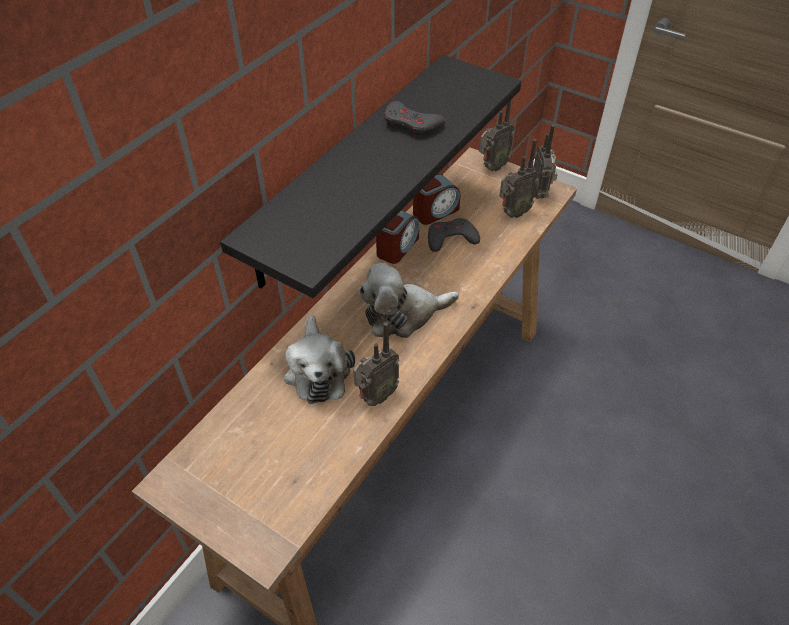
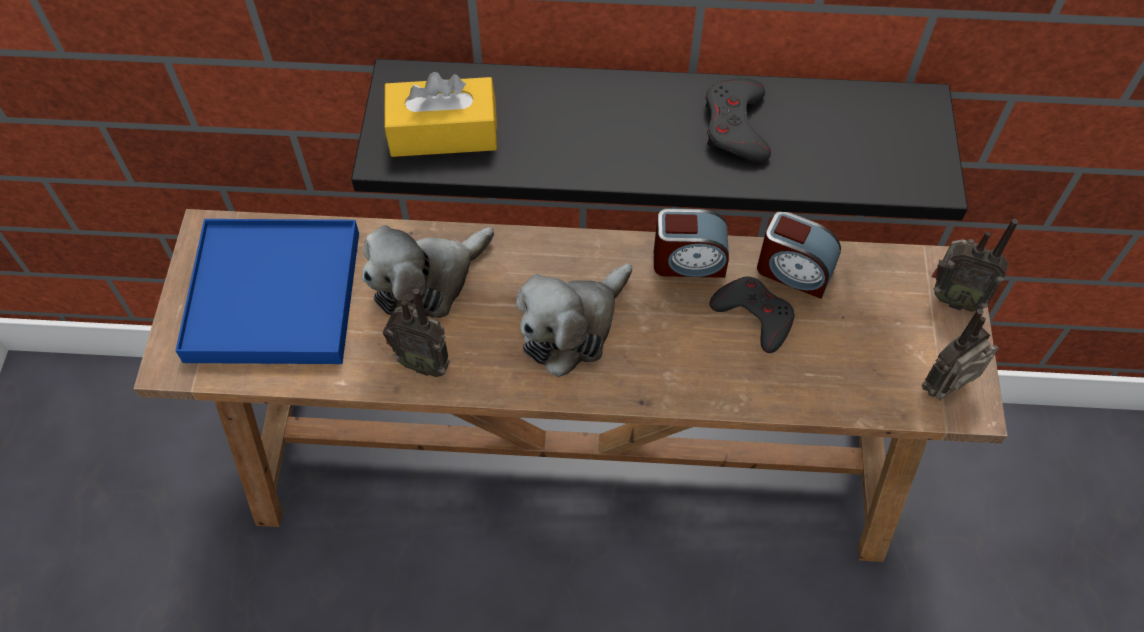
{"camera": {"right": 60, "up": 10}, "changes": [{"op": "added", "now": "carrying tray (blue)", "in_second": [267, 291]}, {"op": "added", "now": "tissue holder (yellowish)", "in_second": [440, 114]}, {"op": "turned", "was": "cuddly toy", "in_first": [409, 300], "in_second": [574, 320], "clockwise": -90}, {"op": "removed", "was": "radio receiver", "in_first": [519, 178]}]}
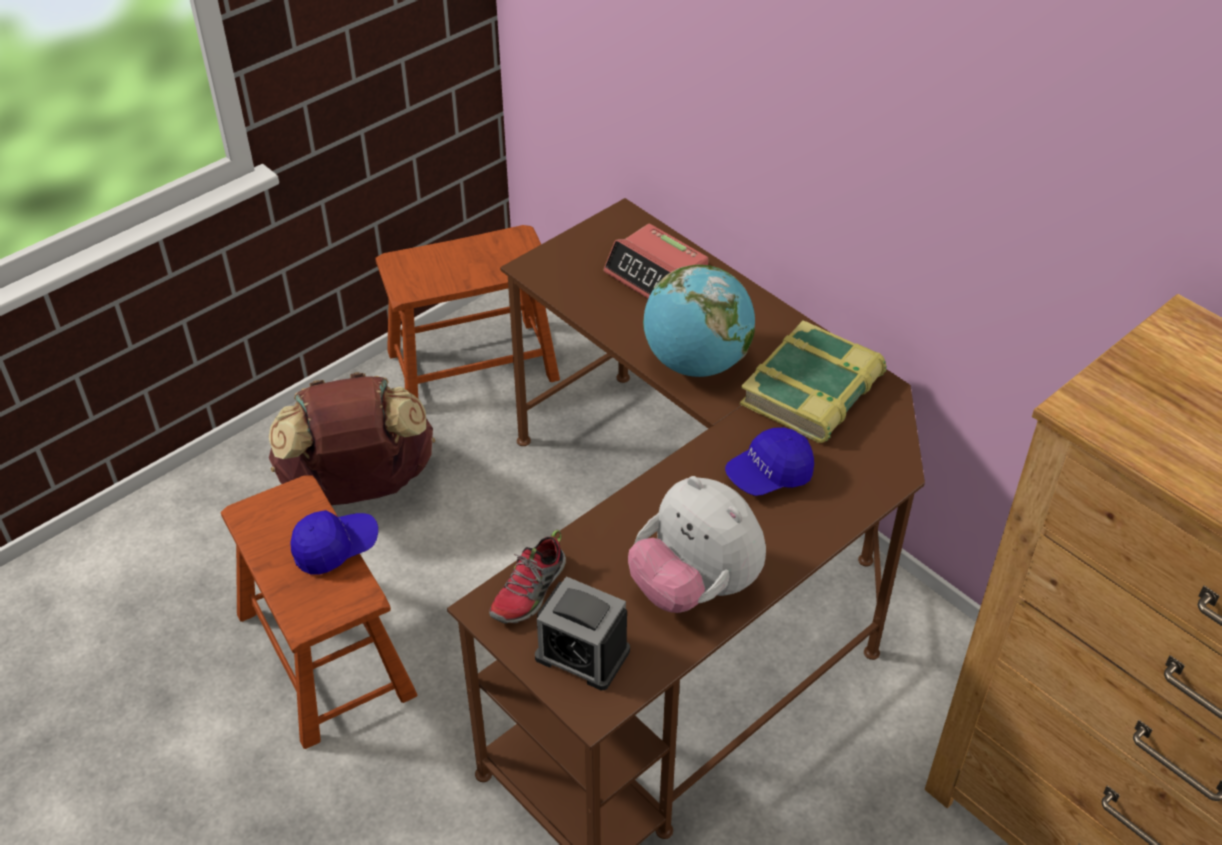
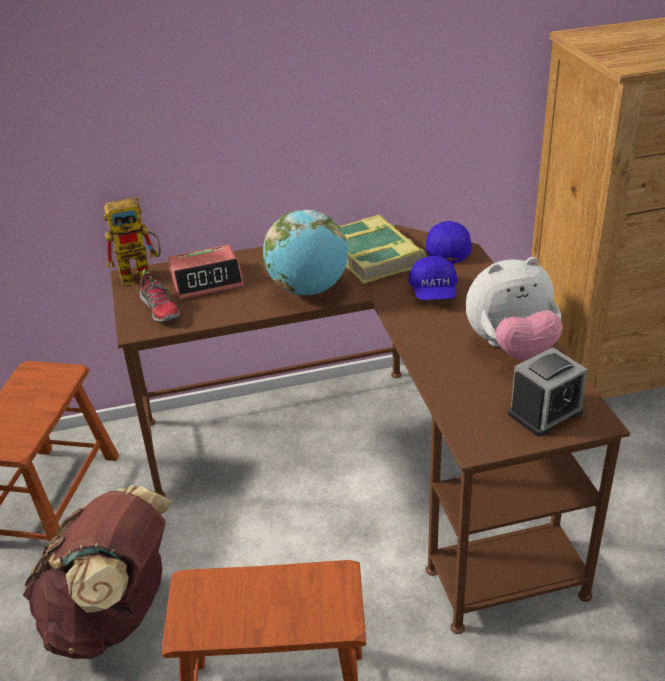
{"camera": {"right": -60, "up": -10}, "changes": [{"op": "added", "now": "toy robot", "in_second": [132, 241]}, {"op": "moved", "was": "item of footwear", "in_first": [527, 577], "in_second": [160, 295]}, {"op": "moved", "was": "peaked cap (blue)", "in_first": [334, 542], "in_second": [449, 242]}]}
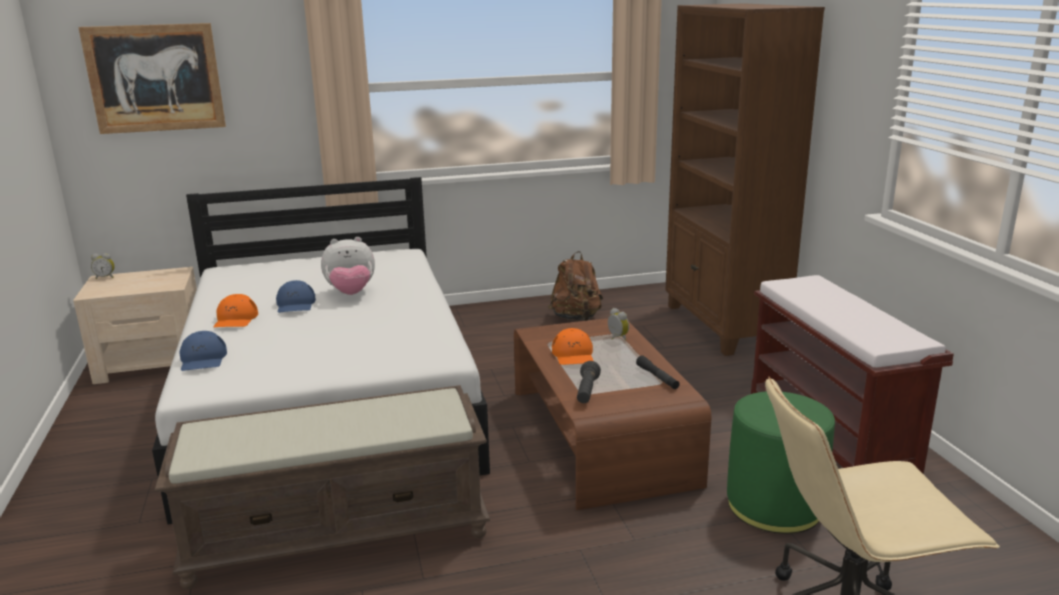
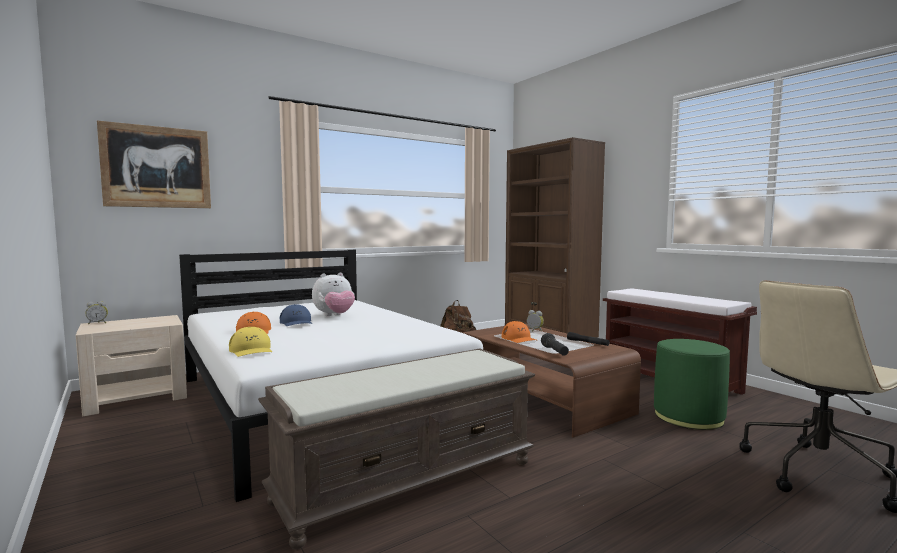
{"camera": {"right": -20, "up": -15}, "changes": [{"op": "recoloured", "was": "peaked cap (blue)", "now": "peaked cap (yellowish)", "in_first": [203, 351], "in_second": [250, 342]}]}
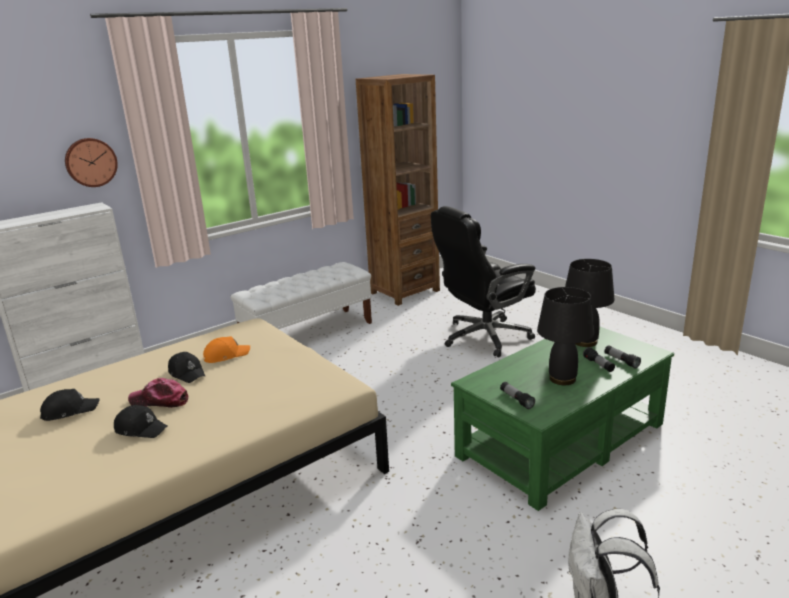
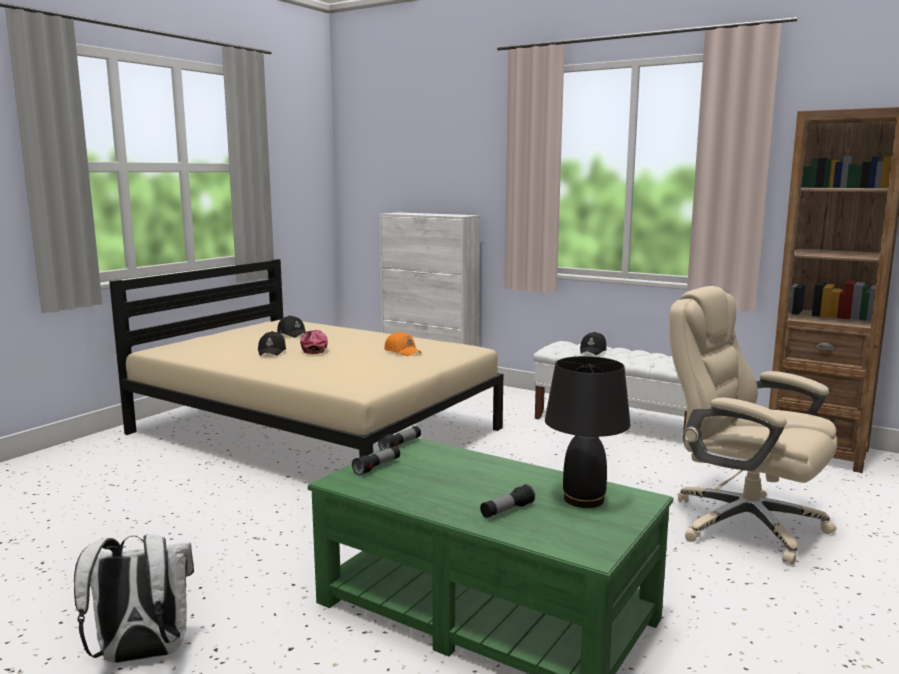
{"camera": {"right": 70, "up": -10}, "changes": [{"op": "moved", "was": "torch", "in_first": [623, 357], "in_second": [399, 438]}, {"op": "moved", "was": "peaked cap (black-coloured)", "in_first": [186, 367], "in_second": [593, 343]}, {"op": "recoloured", "was": "office chair (black-coloured)", "now": "office chair (sand-coloured)", "in_first": [483, 281], "in_second": [753, 425]}, {"op": "removed", "was": "wall clock", "in_first": [91, 162]}, {"op": "removed", "was": "table lamp (black-coloured)", "in_first": [565, 336]}]}
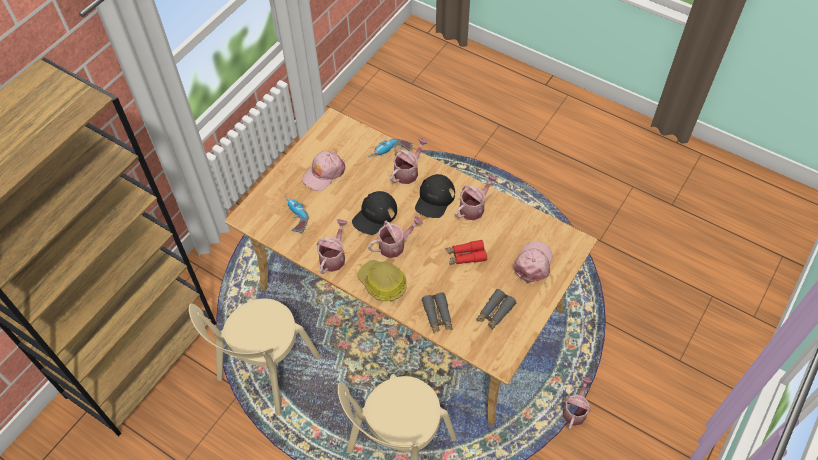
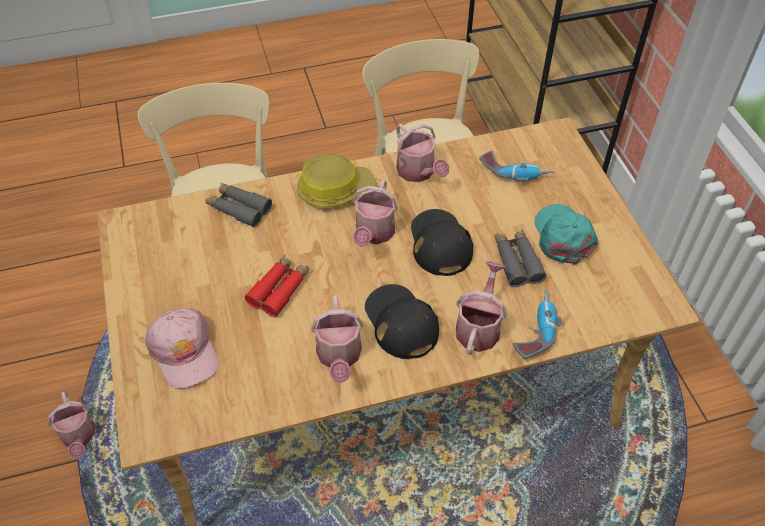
{"camera": {"right": 130, "up": -5}, "changes": [{"op": "turned", "was": "watering can", "in_first": [409, 161], "in_second": [481, 308], "clockwise": -150}, {"op": "moved", "was": "binoculars (grey)", "in_first": [496, 309], "in_second": [521, 258]}, {"op": "recoloured", "was": "peaked cap (pink)", "now": "peaked cap (blue-green)", "in_first": [323, 171], "in_second": [566, 234]}]}
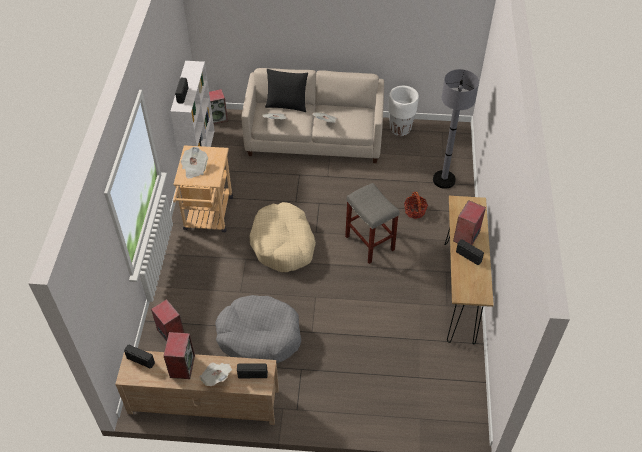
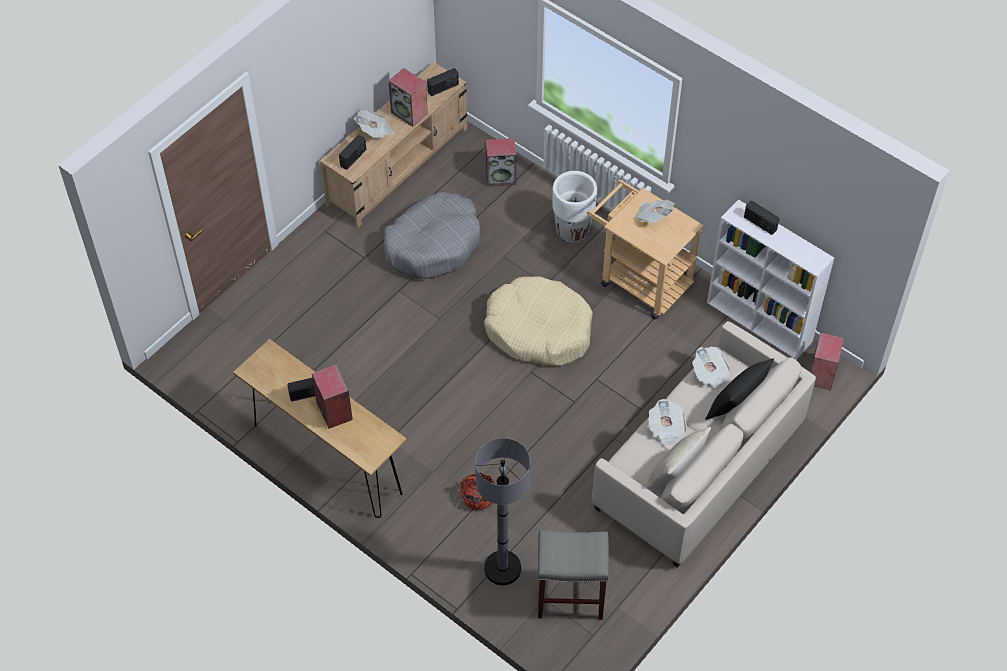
{"camera": {"right": 125, "up": 5}, "changes": [{"op": "moved", "was": "sitting stool (grey)", "in_first": [372, 223], "in_second": [573, 575]}, {"op": "moved", "was": "flower pot (whitish)", "in_first": [403, 111], "in_second": [574, 207]}, {"op": "added", "now": "cushion (sand-coloured)", "in_second": [678, 458]}]}
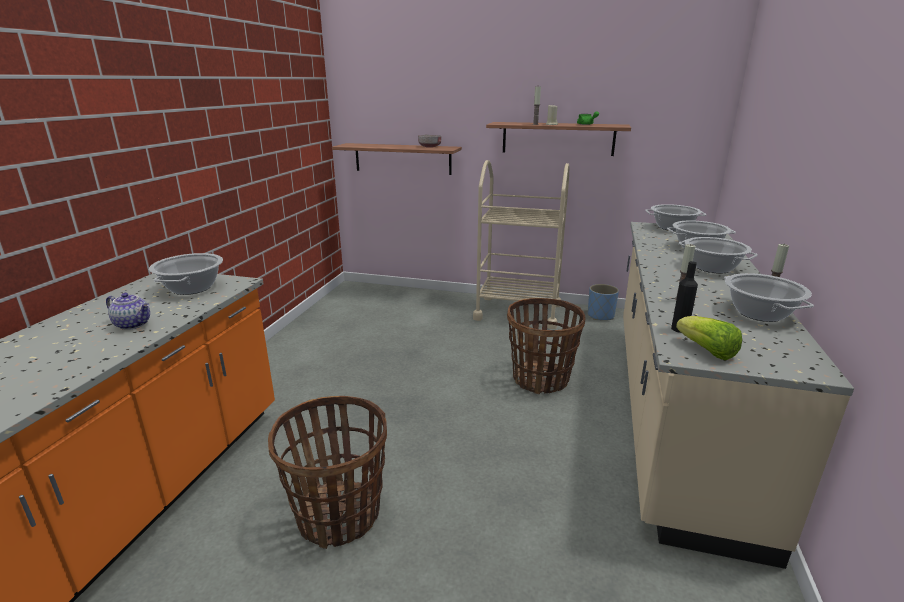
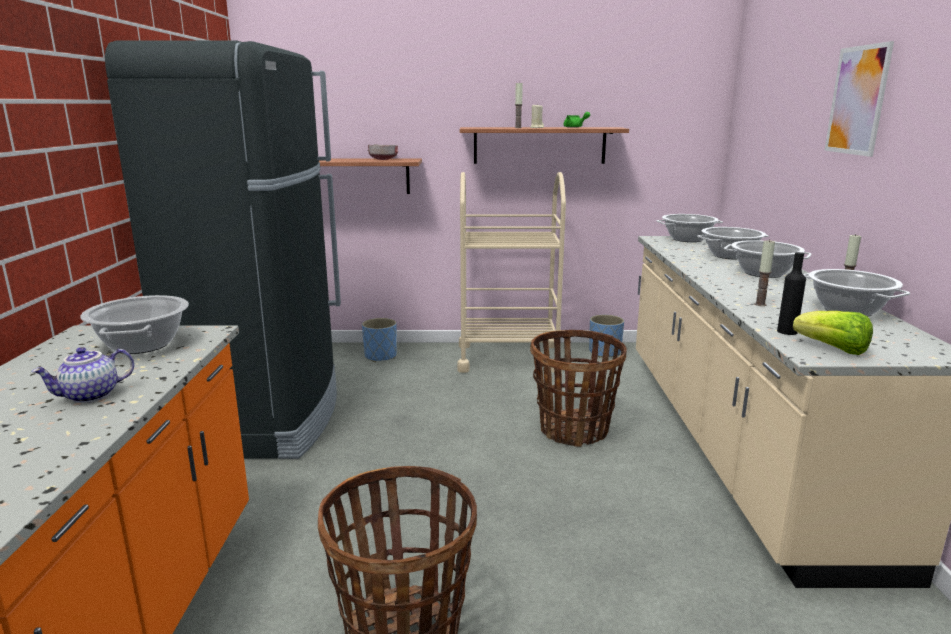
{"camera": {"right": -15, "up": -5}, "changes": [{"op": "turned", "was": "tea pot", "in_first": [128, 311], "in_second": [82, 375], "clockwise": 135}, {"op": "added", "now": "fridge (black-coloured)", "in_second": [223, 249]}, {"op": "added", "now": "flower pot (blue)", "in_second": [379, 340]}, {"op": "added", "now": "picture", "in_second": [859, 99]}]}
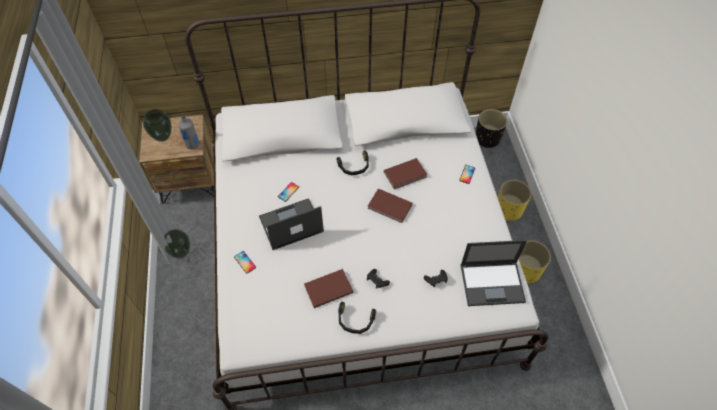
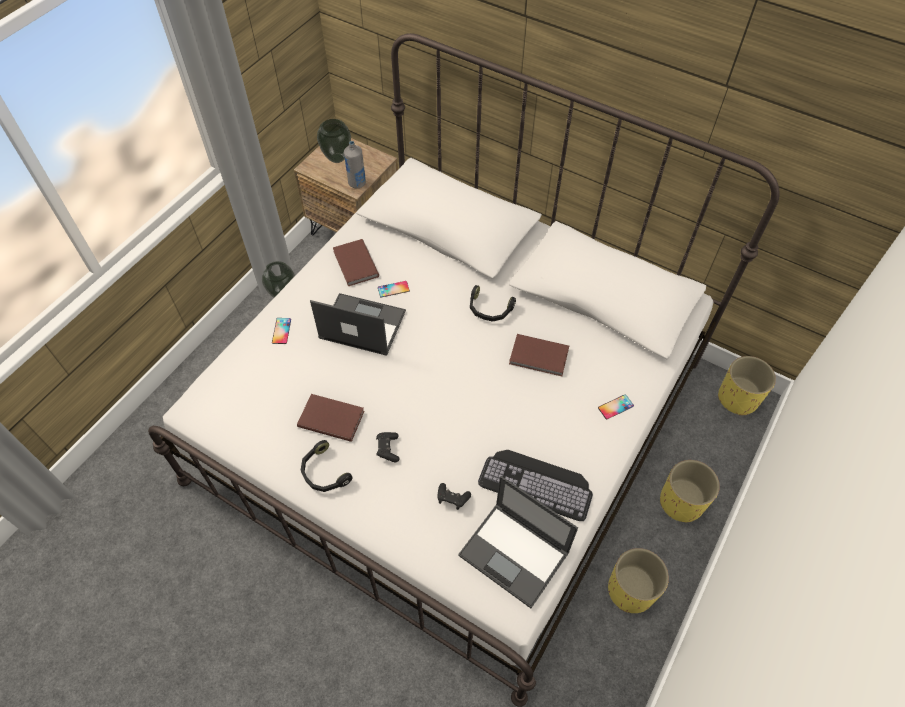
{"camera": {"right": 40, "up": 0}, "changes": [{"op": "moved", "was": "volume (brown-coloured)", "in_first": [390, 205], "in_second": [356, 262]}, {"op": "added", "now": "PC keyboard", "in_second": [535, 485]}, {"op": "recoloured", "was": "flower pot (black-coloured)", "now": "flower pot (yellowish)", "in_first": [491, 128], "in_second": [747, 386]}]}
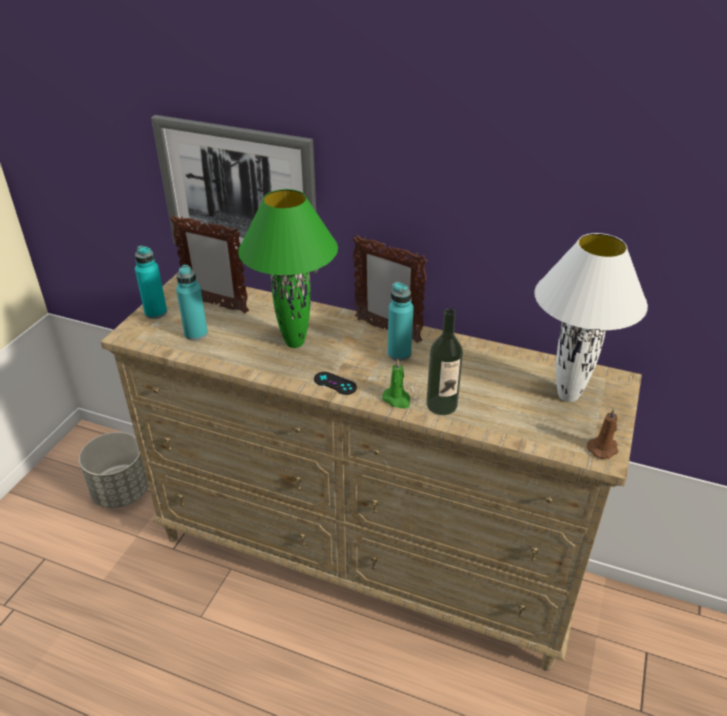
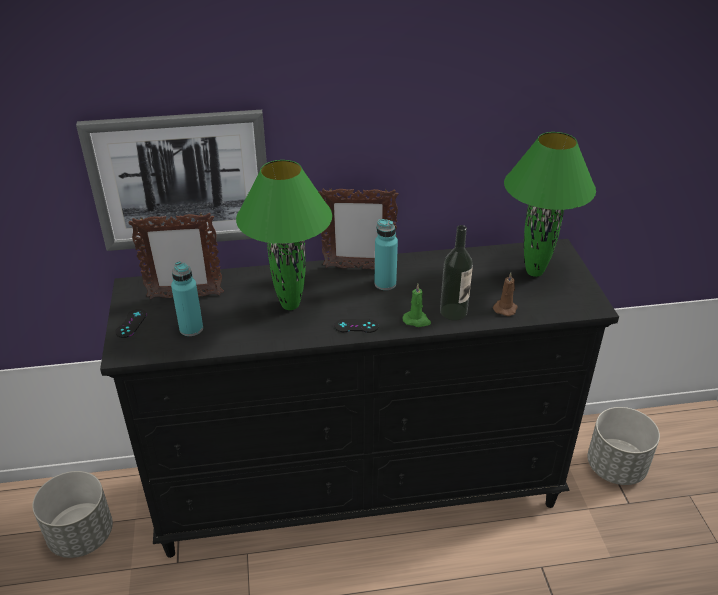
{"camera": {"right": -30, "up": 0}, "changes": [{"op": "recoloured", "was": "dresser (sand-coloured)", "now": "dresser (black-coloured)", "in_first": [371, 473], "in_second": [359, 398]}, {"op": "replaced", "was": "drink bottle (blue-green)", "now": "game controller (black-coloured)", "in_first": [151, 282], "in_second": [131, 323]}, {"op": "moved", "was": "wax candle (brown-coloured)", "in_first": [603, 433], "in_second": [505, 294]}, {"op": "recoloured", "was": "table lamp (whitish)", "now": "table lamp (green-coloured)", "in_first": [591, 317], "in_second": [550, 204]}, {"op": "added", "now": "flower pot (grey)", "in_second": [623, 446]}]}
